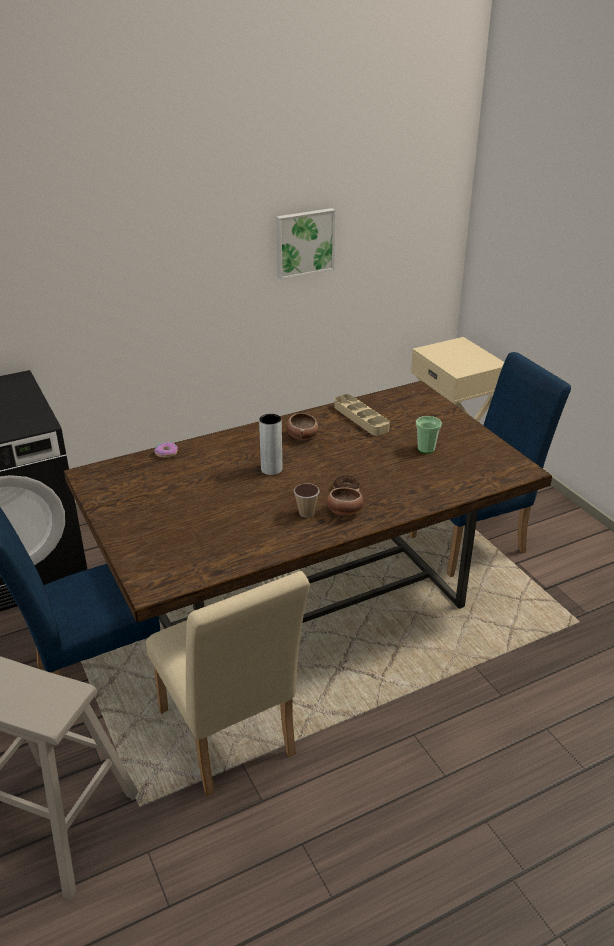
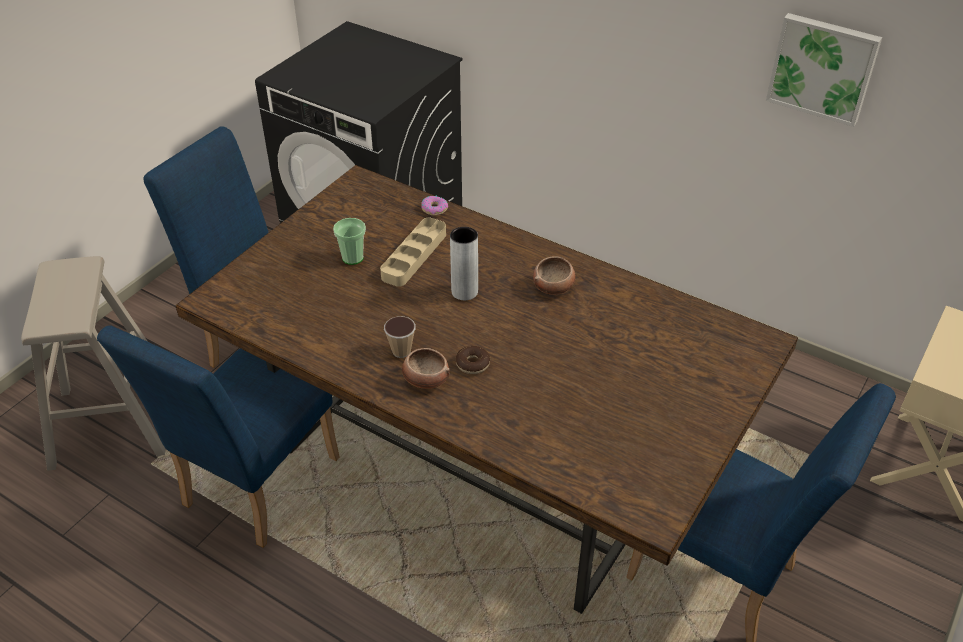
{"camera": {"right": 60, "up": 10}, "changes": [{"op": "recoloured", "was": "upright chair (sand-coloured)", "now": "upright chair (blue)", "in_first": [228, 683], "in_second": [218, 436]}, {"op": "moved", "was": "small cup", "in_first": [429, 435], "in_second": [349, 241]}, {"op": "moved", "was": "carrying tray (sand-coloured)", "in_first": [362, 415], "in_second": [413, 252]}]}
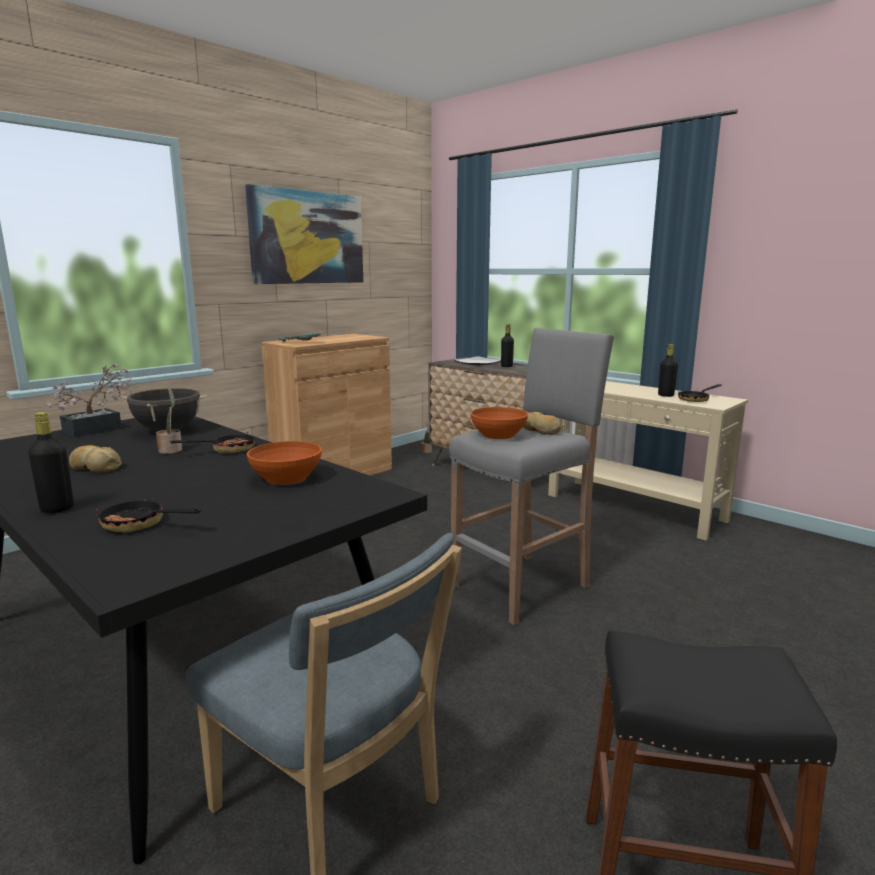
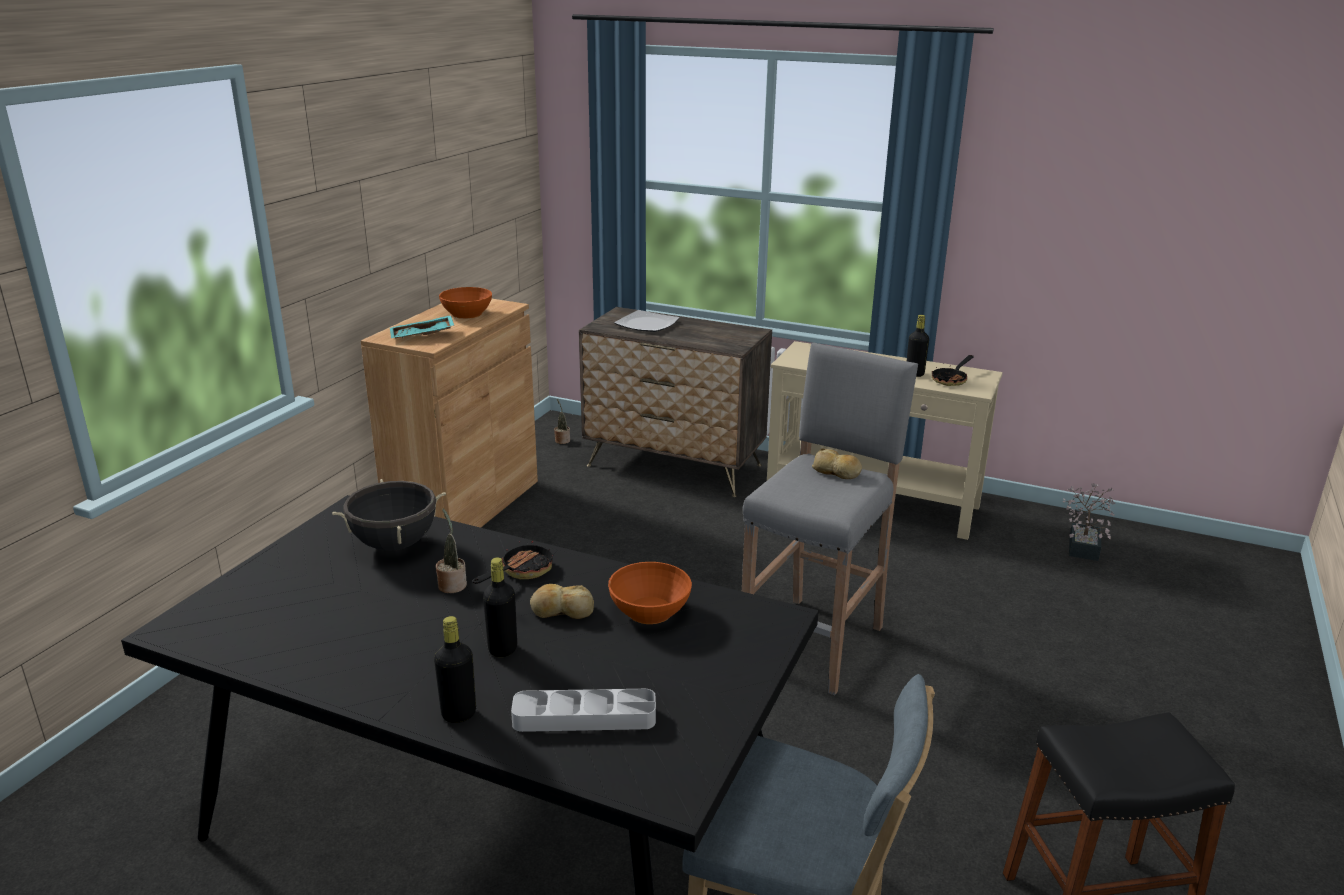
{"camera": {"right": -20, "up": 10}, "changes": [{"op": "moved", "was": "bowl (orange)", "in_first": [499, 423], "in_second": [465, 303]}, {"op": "moved", "was": "drink bottle (black-coloured)", "in_first": [507, 345], "in_second": [500, 607]}, {"op": "replaced", "was": "frying pan", "now": "carrying tray (grey)", "in_first": [148, 511], "in_second": [583, 710]}, {"op": "moved", "was": "bread", "in_first": [95, 459], "in_second": [562, 601]}, {"op": "moved", "was": "plant in a pot", "in_first": [90, 400], "in_second": [1089, 522]}, {"op": "removed", "was": "picture", "in_first": [304, 234]}]}
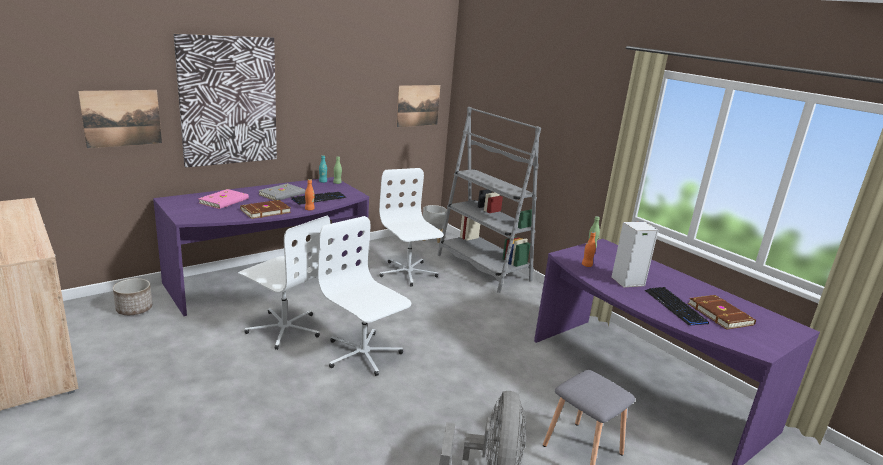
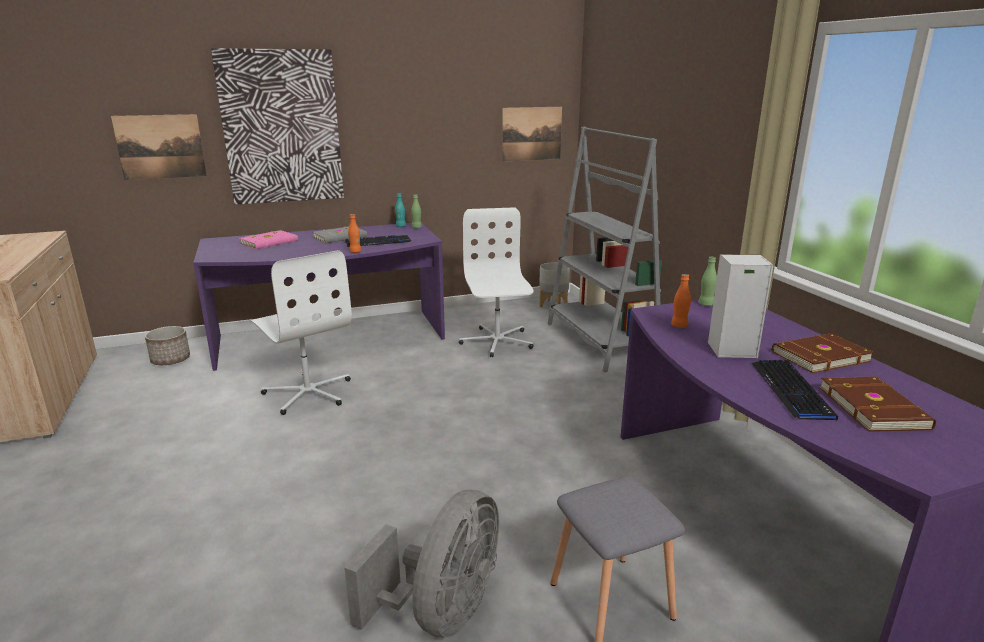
{"camera": {"right": 20, "up": 0}, "changes": [{"op": "moved", "was": "volume (brown-coloured)", "in_first": [265, 209], "in_second": [823, 353]}, {"op": "removed", "was": "office chair (whitish)", "in_first": [364, 296]}]}
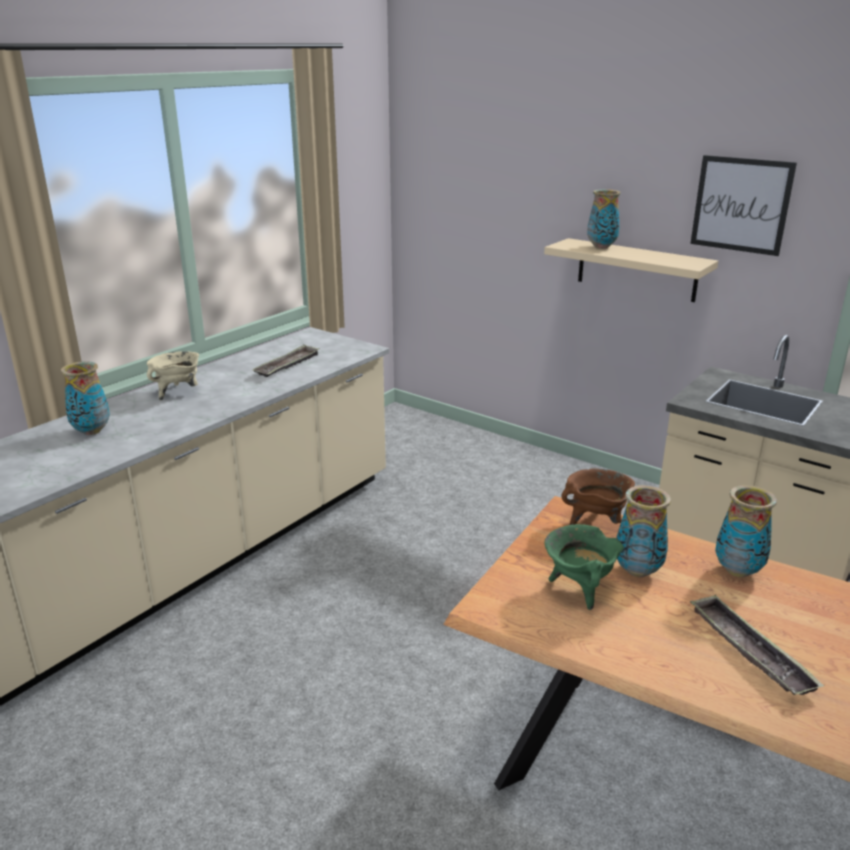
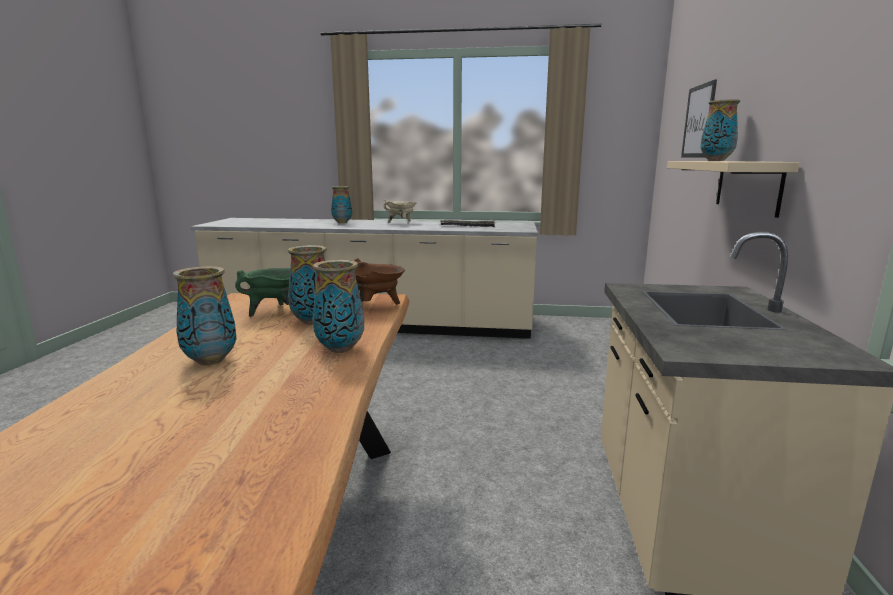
{"camera": {"right": 60, "up": -10}, "changes": [{"op": "replaced", "was": "carrying tray", "now": "decorative vase", "in_first": [757, 645], "in_second": [204, 315]}, {"op": "moved", "was": "picture", "in_first": [743, 205], "in_second": [699, 118]}]}
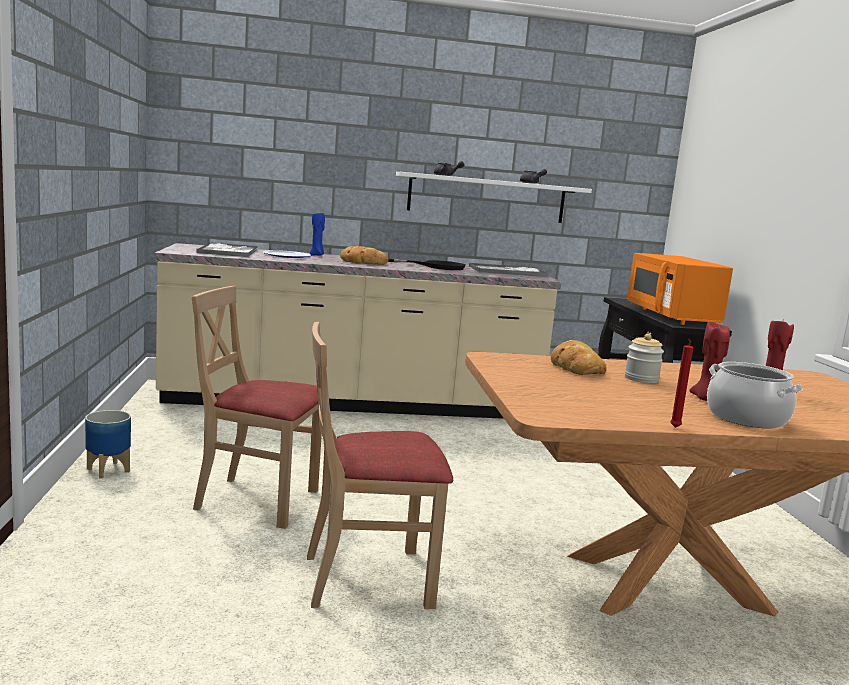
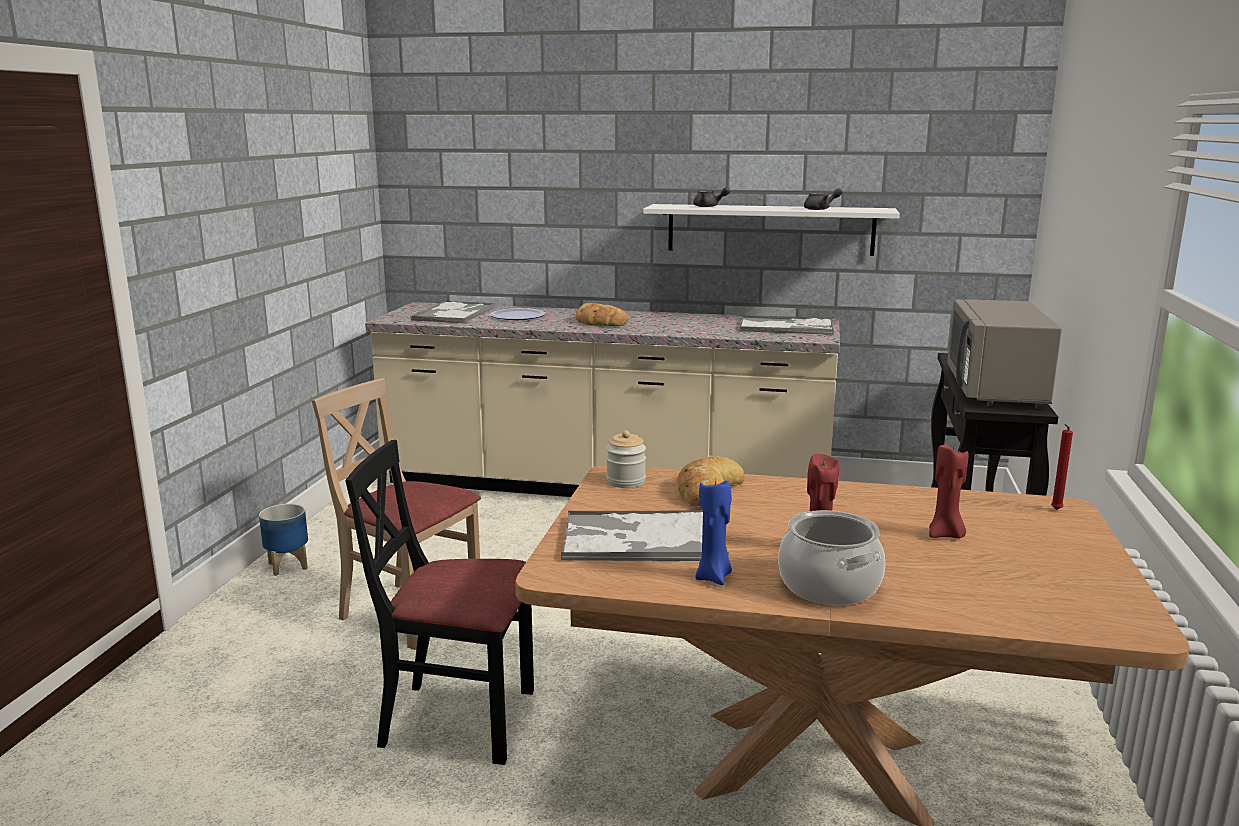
{"camera": {"right": 20, "up": 5}, "changes": [{"op": "recoloured", "was": "upright chair (sand-coloured)", "now": "upright chair (black-coloured)", "in_first": [380, 465], "in_second": [439, 602]}, {"op": "added", "now": "carrying tray", "in_second": [645, 536]}, {"op": "moved", "was": "jar", "in_first": [644, 358], "in_second": [626, 459]}, {"op": "moved", "was": "wax candle (blue)", "in_first": [317, 234], "in_second": [713, 532]}, {"op": "recoloured", "was": "microwave oven (orange)", "now": "microwave oven (grey)", "in_first": [680, 289], "in_second": [1004, 354]}, {"op": "moved", "was": "wax candle (red-coloured)", "in_first": [682, 383], "in_second": [1062, 467]}, {"op": "removed", "was": "frying pan (black-coloured)", "in_first": [426, 264]}]}
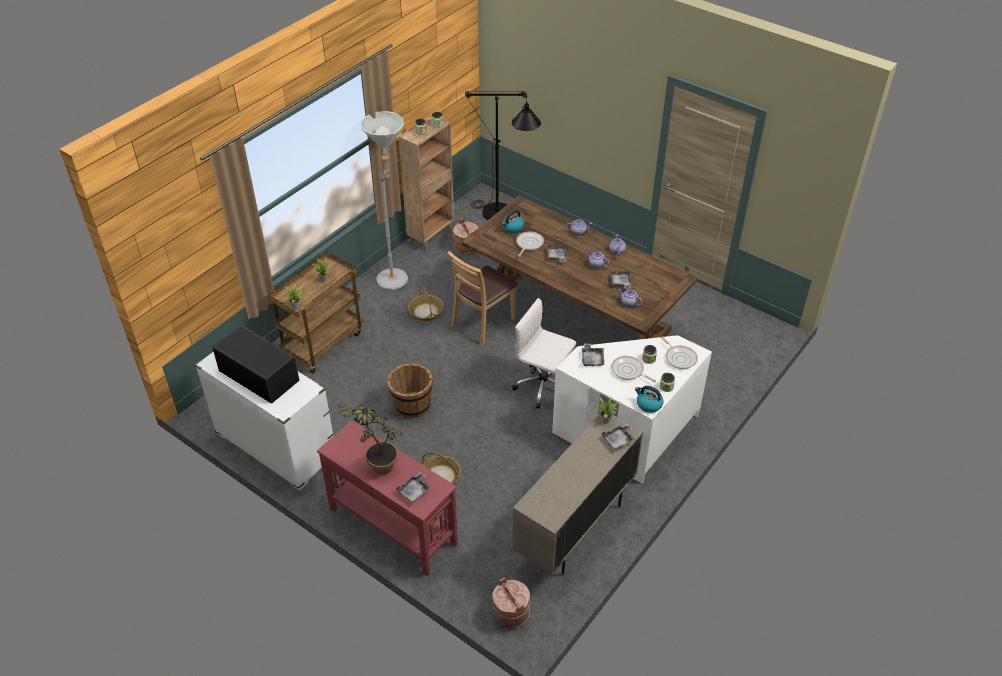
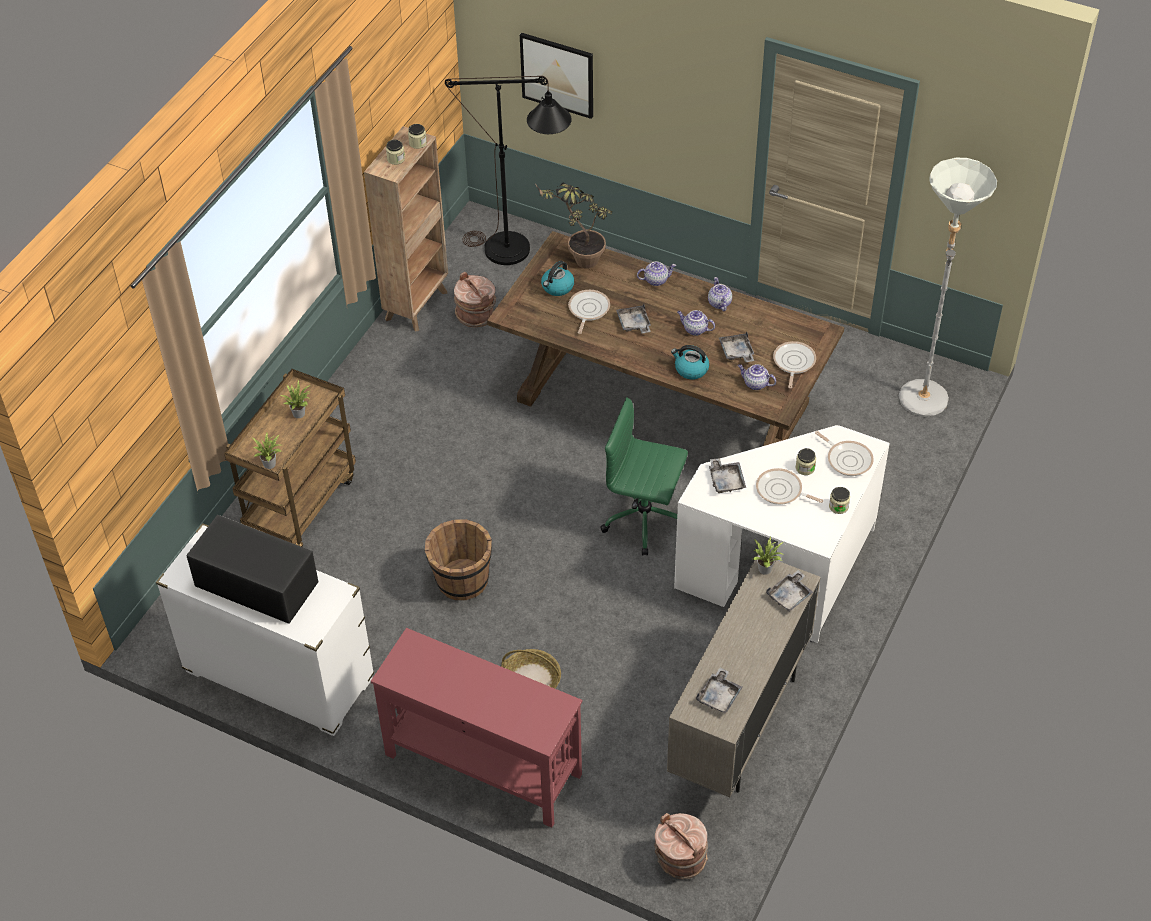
{"camera": {"right": -10, "up": 5}, "changes": [{"op": "added", "now": "picture", "in_second": [556, 76]}, {"op": "moved", "was": "plant in a pot", "in_first": [370, 439], "in_second": [573, 225]}, {"op": "recoloured", "was": "office chair (whitish)", "now": "office chair (green-coloured)", "in_first": [544, 353], "in_second": [644, 476]}, {"op": "moved", "was": "water kettle", "in_first": [649, 399], "in_second": [690, 362]}, {"op": "moved", "was": "carrying tray (grey)", "in_first": [413, 487], "in_second": [719, 690]}, {"op": "added", "now": "frying pan", "in_second": [794, 364]}, {"op": "moved", "was": "standard lamp (grey)", "in_first": [384, 200], "in_second": [948, 287]}, {"op": "removed", "was": "storage basket", "in_first": [426, 303]}, {"op": "removed", "was": "upright chair (brown-coloured)", "in_first": [482, 298]}]}
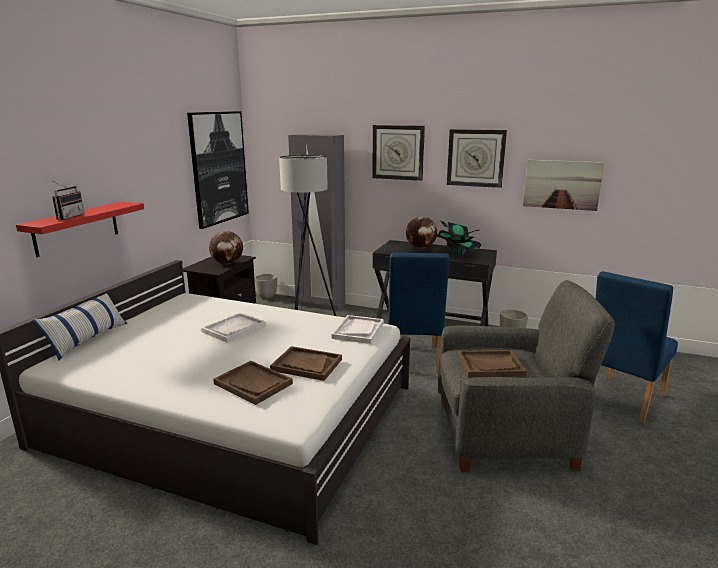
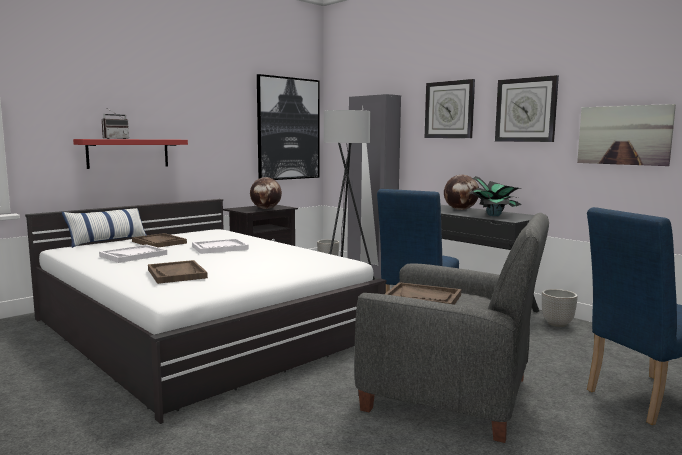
{"camera": {"right": 25, "up": -10}, "changes": [{"op": "moved", "was": "carrying tray (whitish)", "in_first": [358, 329], "in_second": [133, 254]}, {"op": "moved", "was": "carrying tray (brown-coloured)", "in_first": [306, 363], "in_second": [159, 240]}]}
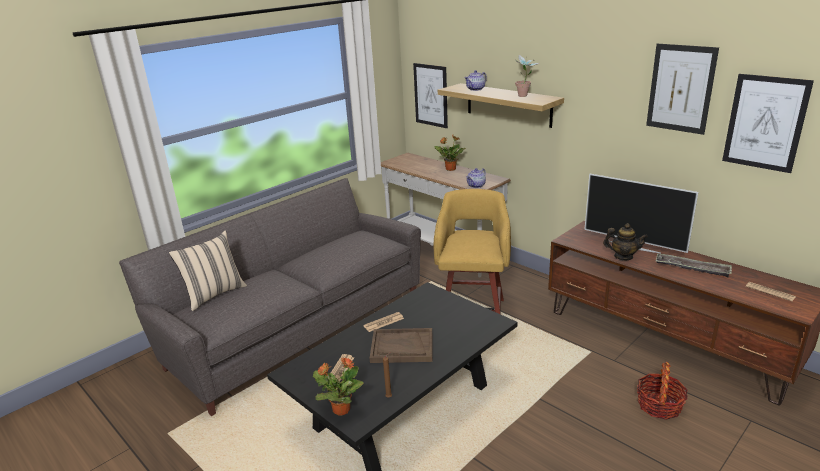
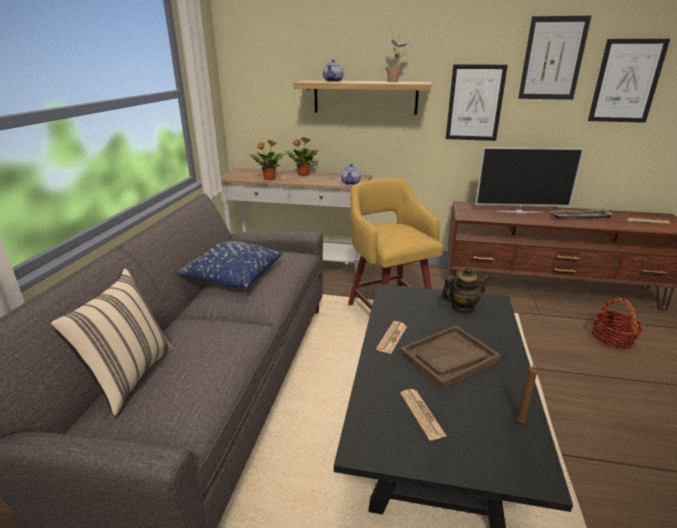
{"camera": {"right": -35, "up": 0}, "changes": [{"op": "added", "now": "cushion (blue)", "in_second": [229, 264]}, {"op": "moved", "was": "plant in a pot", "in_first": [338, 386], "in_second": [267, 160]}, {"op": "moved", "was": "tea pot", "in_first": [625, 241], "in_second": [465, 290]}, {"op": "moved", "was": "picture", "in_first": [430, 95], "in_second": [477, 102]}]}
